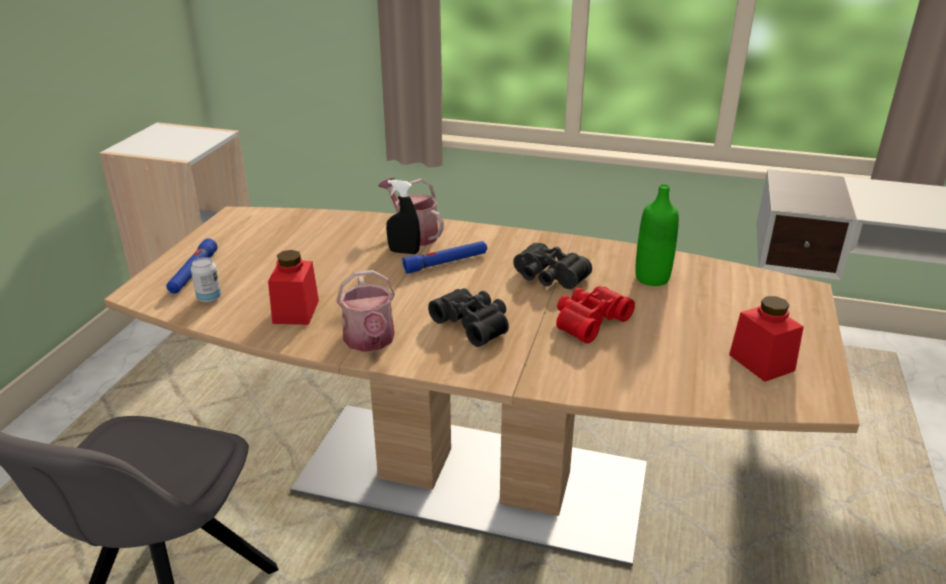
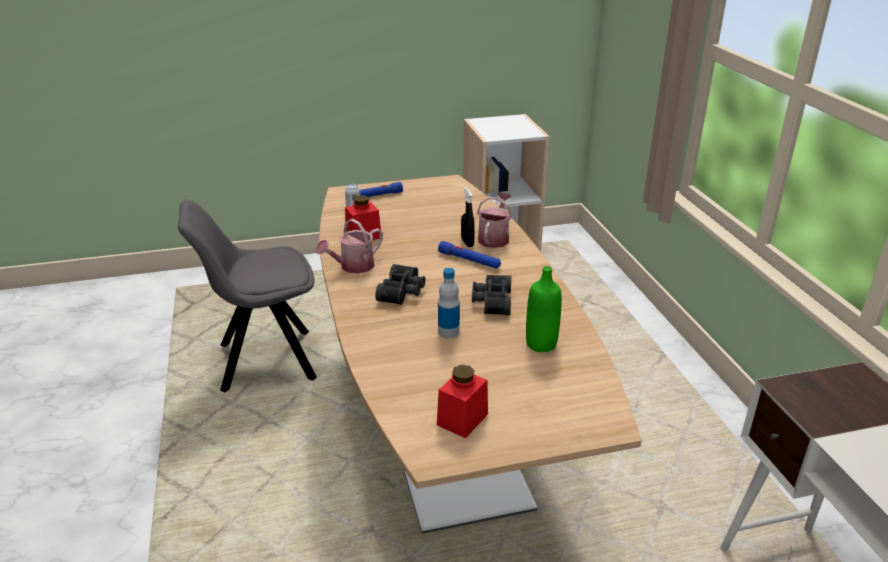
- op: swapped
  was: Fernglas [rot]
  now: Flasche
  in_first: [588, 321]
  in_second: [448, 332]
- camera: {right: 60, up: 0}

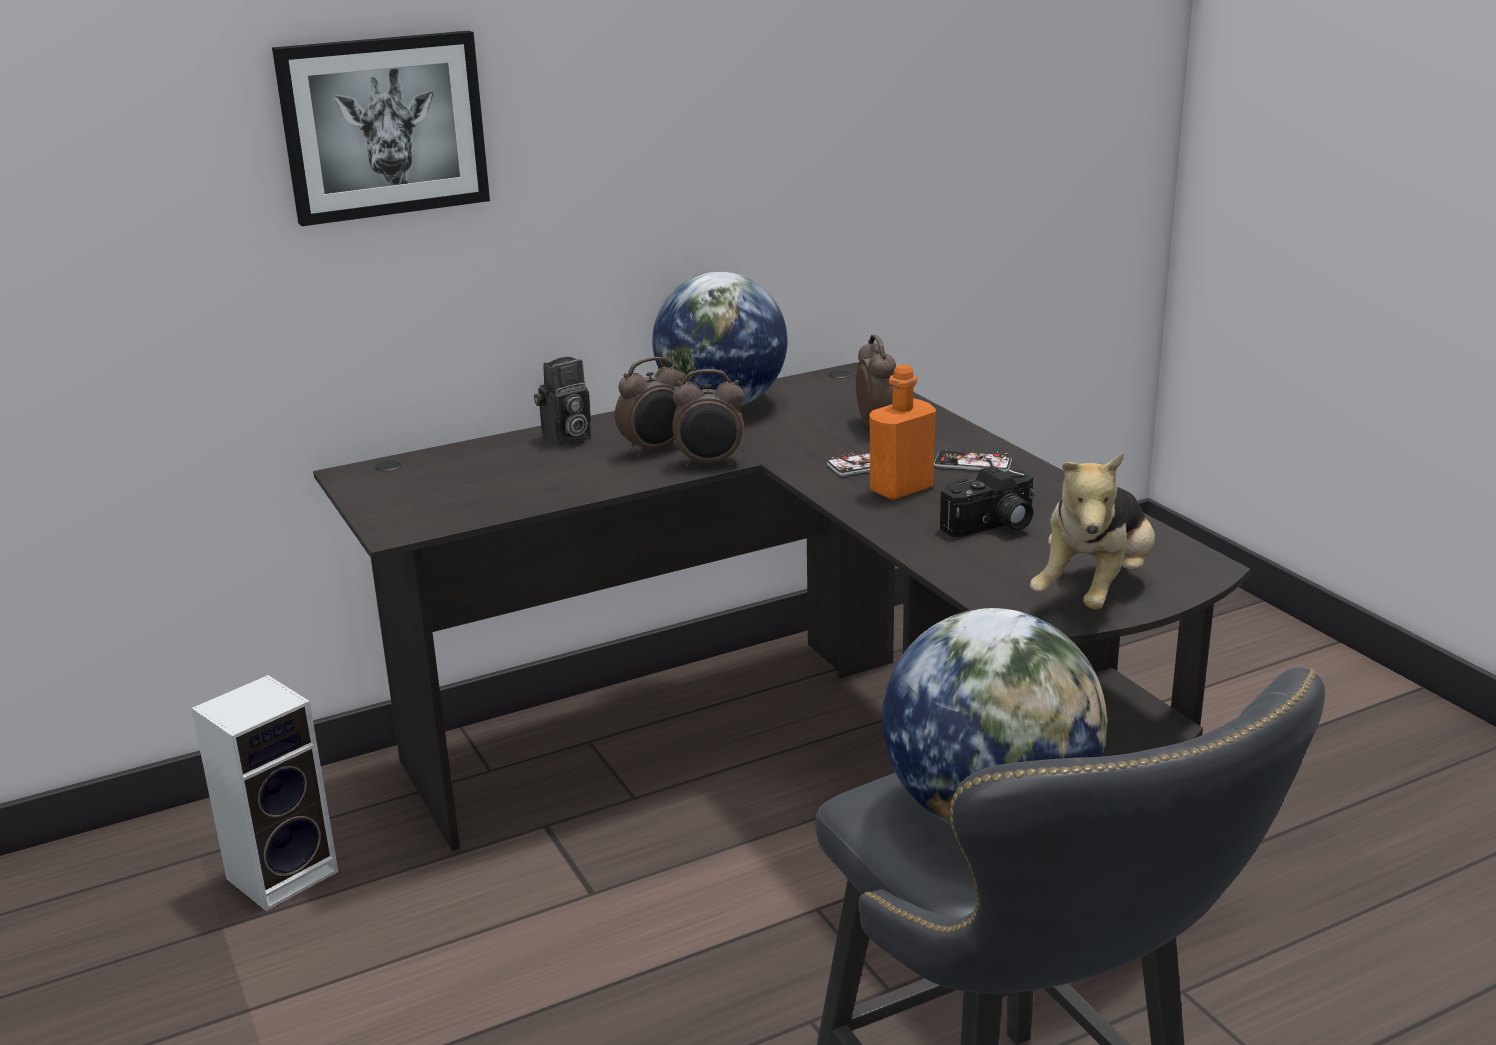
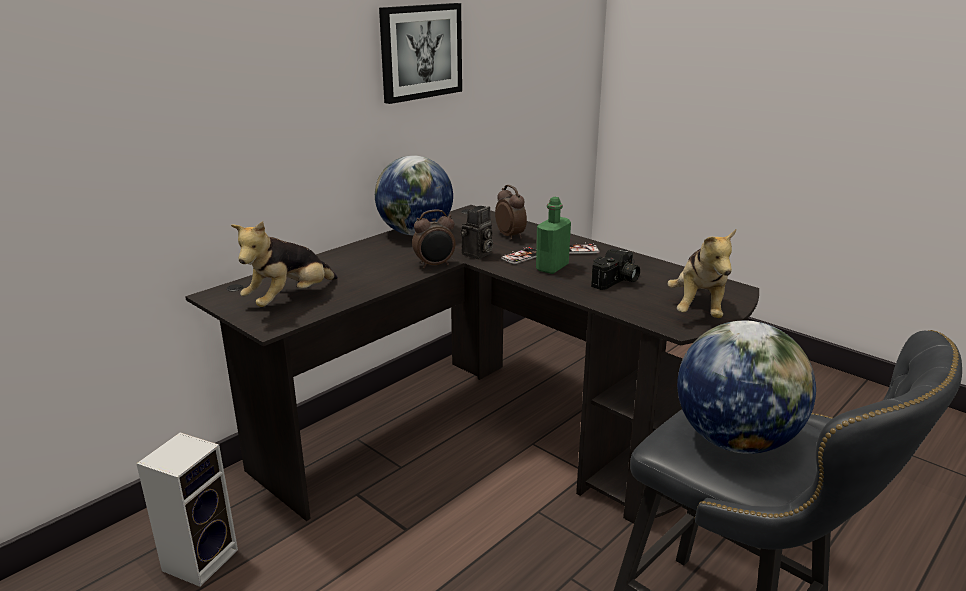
- op: shifted
  was: Bild
  in_first: [383, 126]
  in_second: [420, 51]
- op: shifted
  was: Kamera
  in_first: [566, 438]
  in_second: [477, 254]
- op: gone
  was: Wecker
  in_first: [654, 450]
- op: repainted
  was: Flasche [orange]
  now: Flasche [grün]
  in_first: [901, 489]
  in_second: [552, 267]
- op: new
  now: Plüschtier
  in_second: [289, 300]
- camera: {right: -20, up: 0}

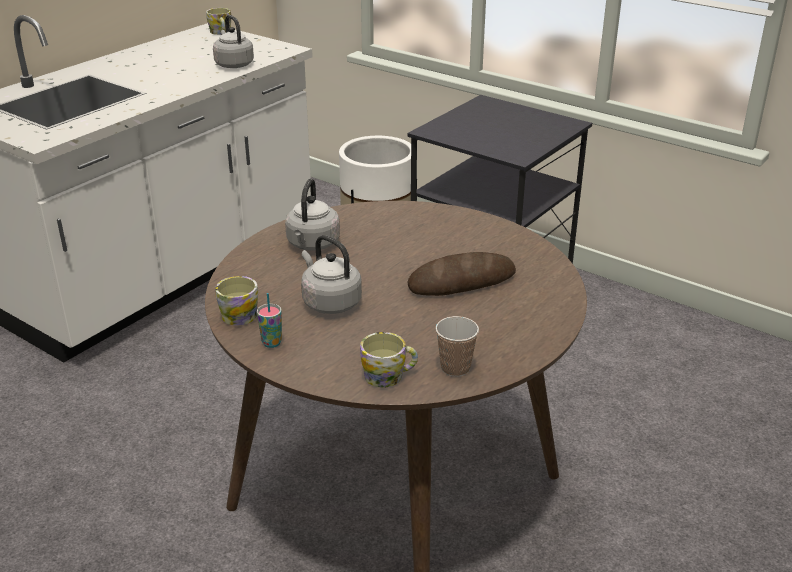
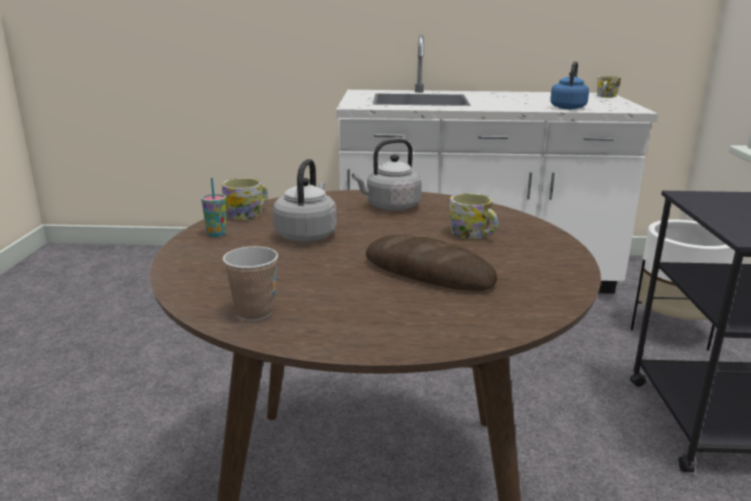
- op: repainted
  was: Wasserkessel [grau]
  now: Wasserkessel [blau]
  in_first: [233, 64]
  in_second: [568, 107]
- op: shifted
  was: Henkelbecher
  in_first: [389, 376]
  in_second: [473, 235]
- camera: {right: 55, up: -10}

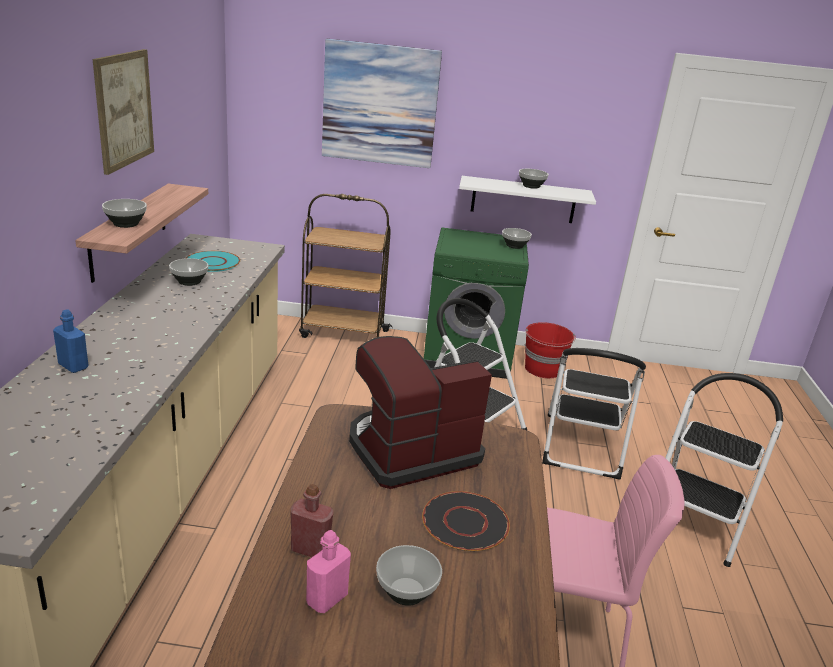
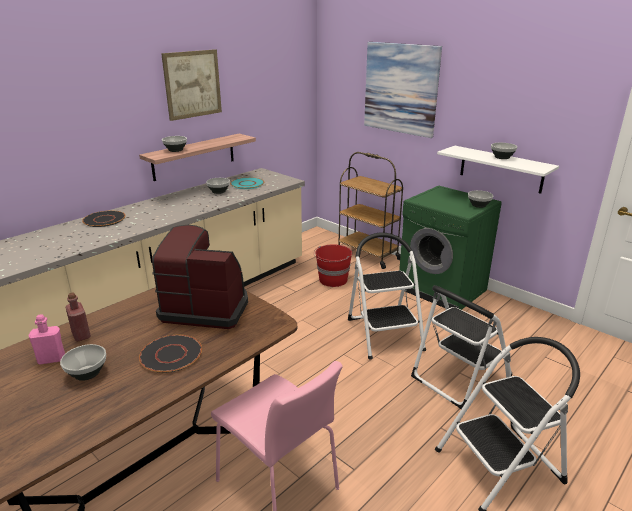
- op: swapped
  was: Flasche [blau]
  now: Teller [schwarz]
  in_first: [73, 366]
  in_second: [104, 219]
- op: shifted
  was: Eimer [rot]
  in_first: [543, 369]
  in_second: [333, 280]
- camera: {right: 40, up: 0}

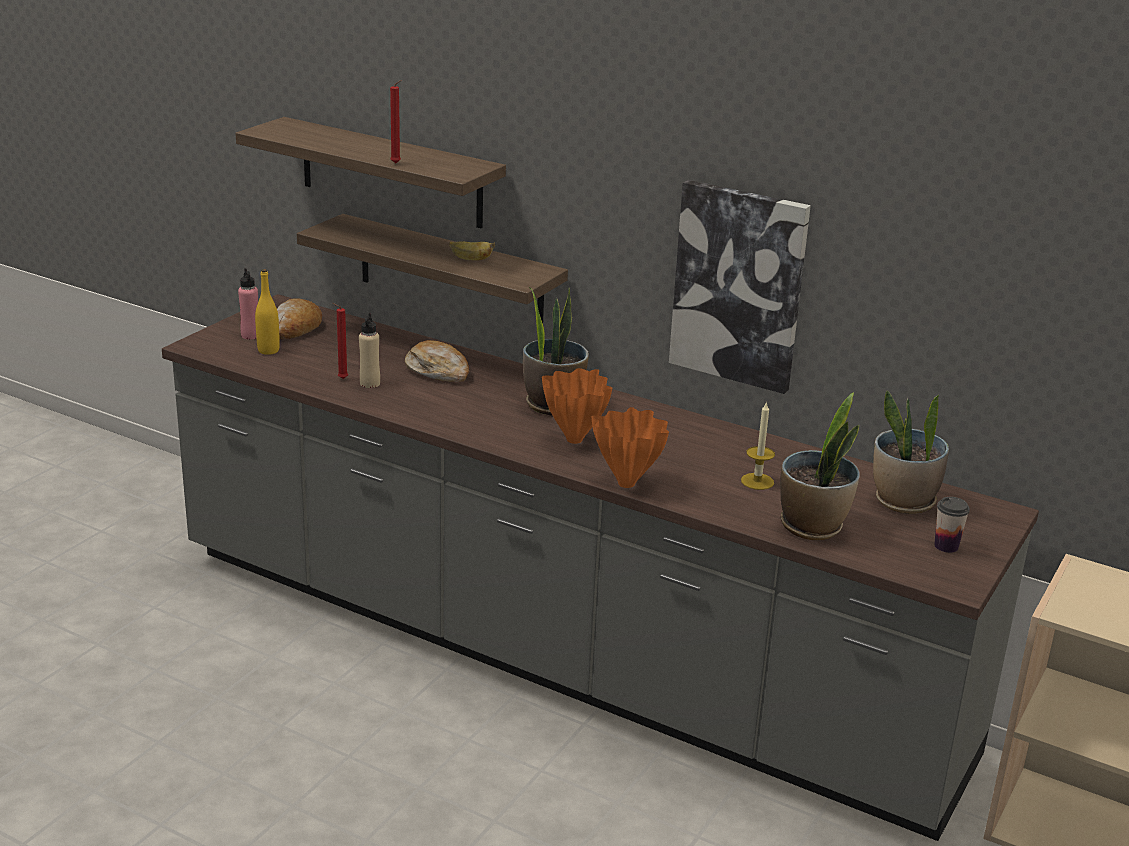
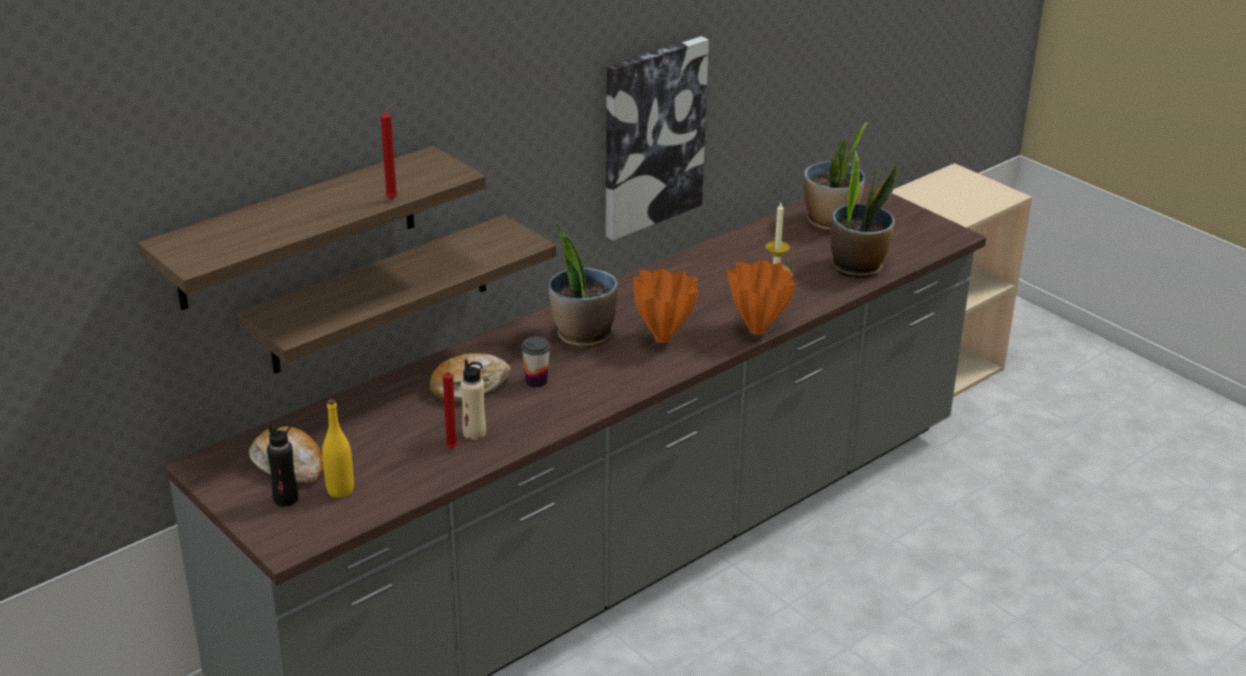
- op: gone
  was: Banane
  in_first: [470, 259]
- op: repainted
  was: Flasche [rosa]
  now: Flasche [schwarz]
  in_first: [250, 335]
  in_second: [286, 499]
- op: shifted
  was: Tasse
  in_first: [946, 546]
  in_second: [536, 381]
- camera: {right: -70, up: 5}

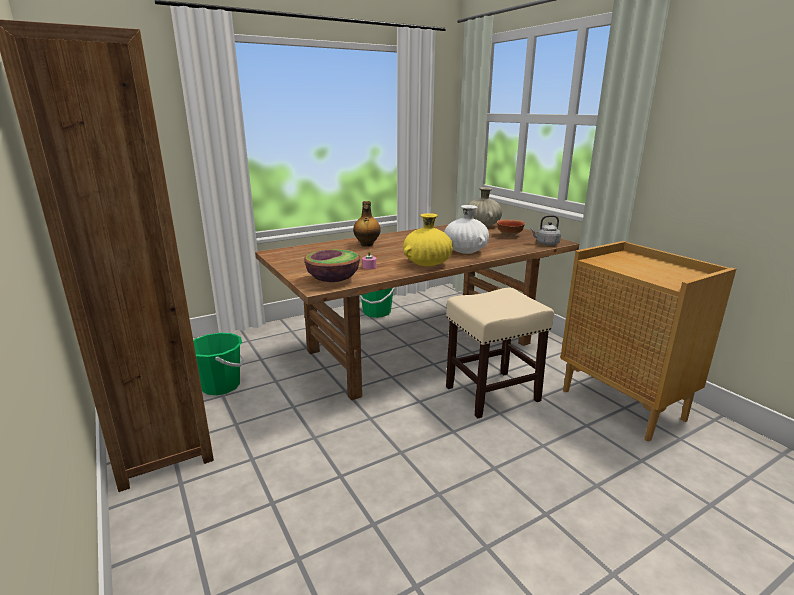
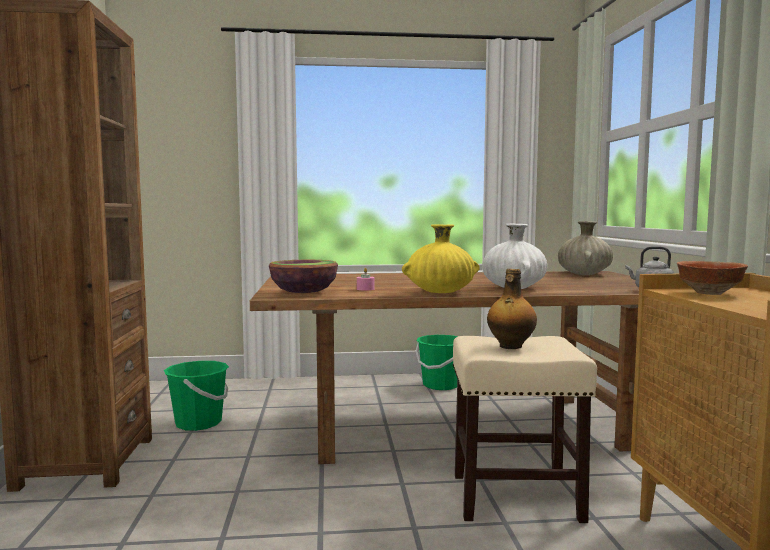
- op: shifted
  was: Flasche
  in_first: [366, 245]
  in_second: [510, 346]
- op: shifted
  was: Schüssel
  in_first: [510, 235]
  in_second: [710, 293]
- camera: {right: 25, up: -15}

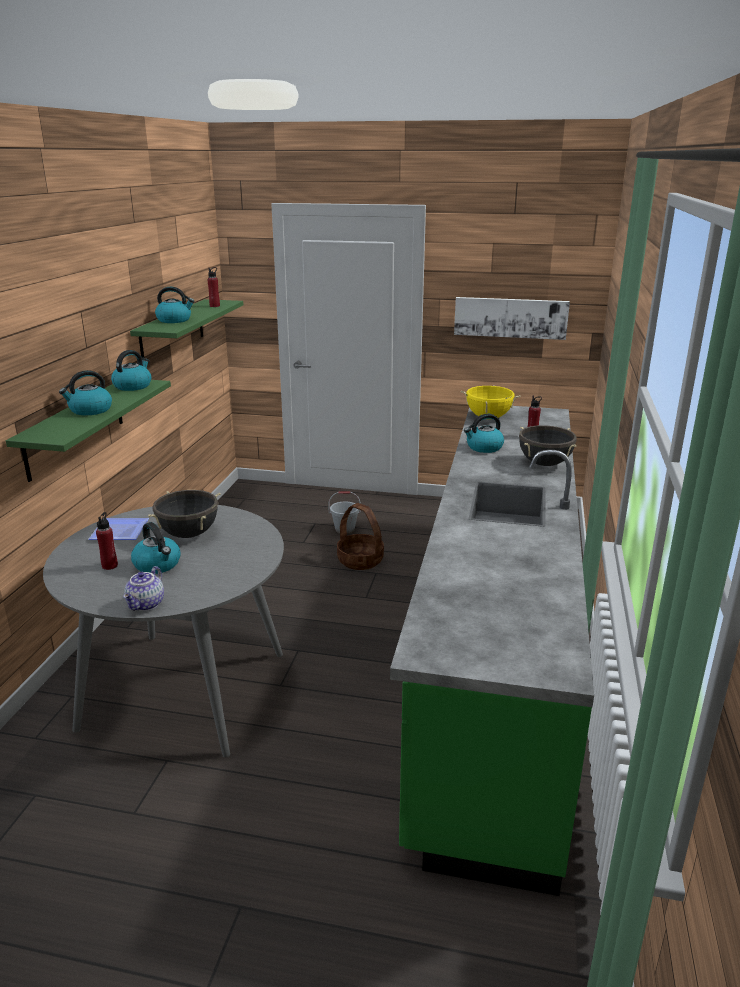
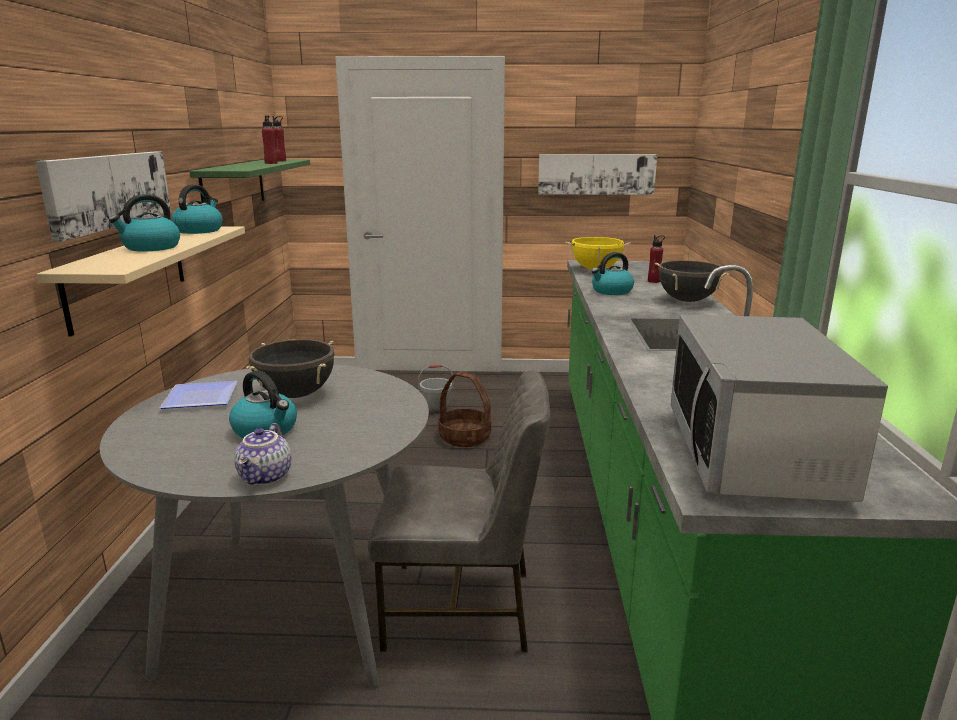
- op: gone
  was: Wasserkessel
  in_first: [174, 320]
- op: repainted
  was: Wandregal [grün]
  now: Wandregal [beige]
  in_first: [75, 427]
  in_second: [128, 275]
- op: shifted
  was: Flasche [rot]
  in_first: [110, 566]
  in_second: [271, 163]
- op: new
  now: Bild
  in_second: [109, 190]
- op: new
  now: Mikrowelle
  in_second: [753, 454]
- op: new
  now: Stuhl [grau]
  in_second: [462, 608]
- camera: {right: -10, up: -5}

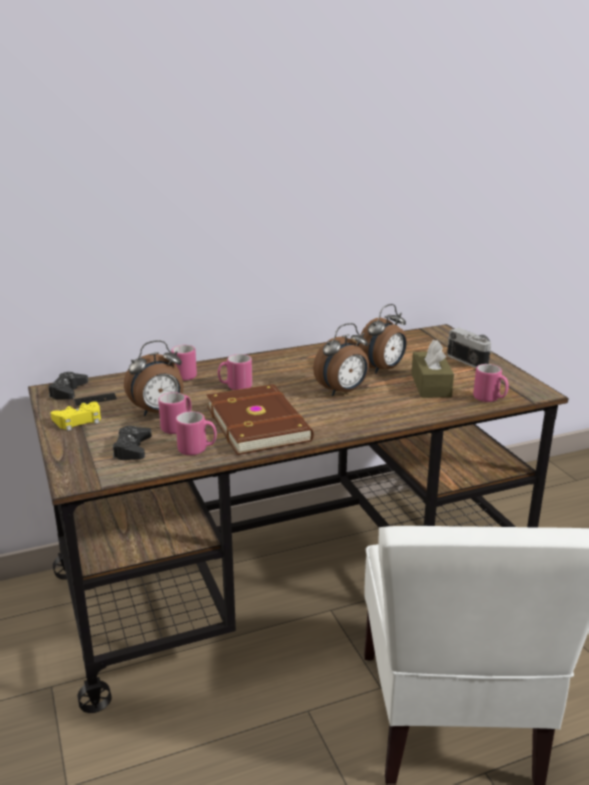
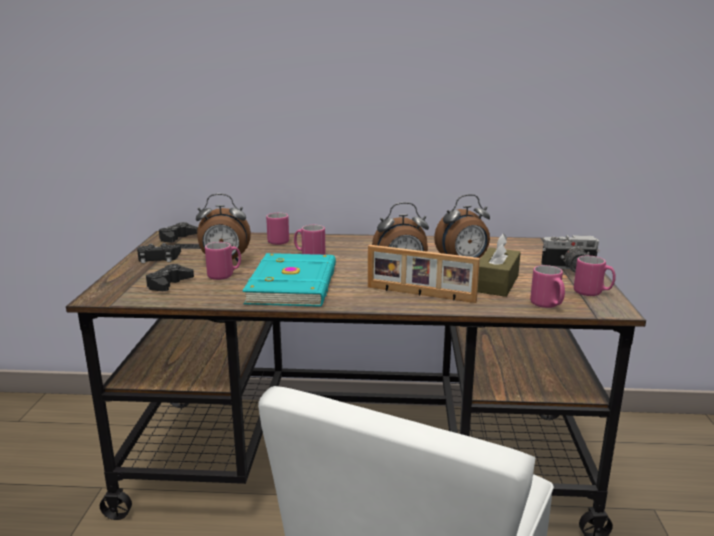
- op: rotated
  was: Kamera
  in_first: [473, 359]
  in_second: [570, 269]
  clockwise: 105
- op: repainted
  was: Buch [braun]
  now: Buch [türkis]
  in_first: [259, 423]
  in_second: [295, 284]
- op: repainted
  was: Gamepad [gelb]
  now: Gamepad [schwarz]
  in_first: [78, 421]
  in_second: [158, 258]
- op: shifted
  was: Henkelbecher [rosa]
  in_first: [197, 450]
  in_second: [592, 293]
- op: new
  now: Bilderrahmen
  in_second: [420, 294]
- camera: {right: 25, up: -5}

